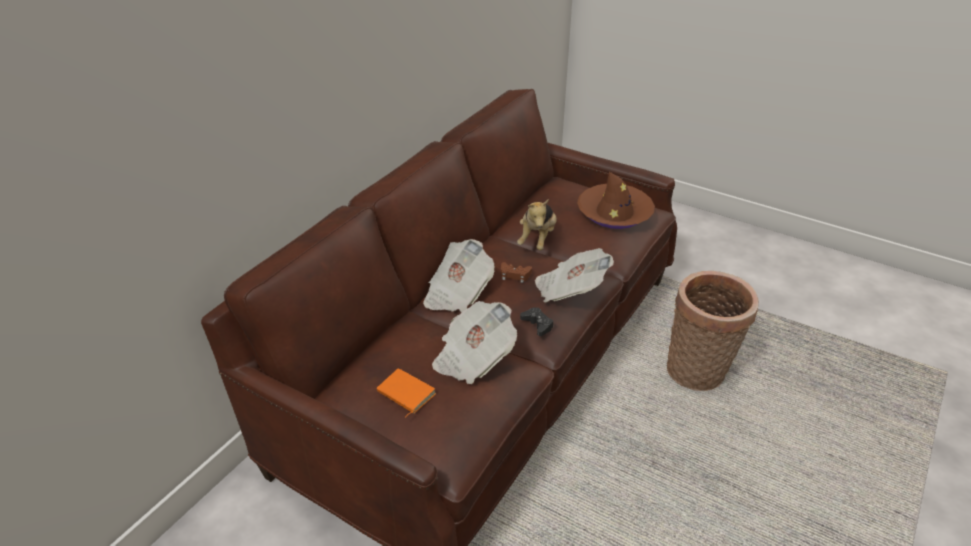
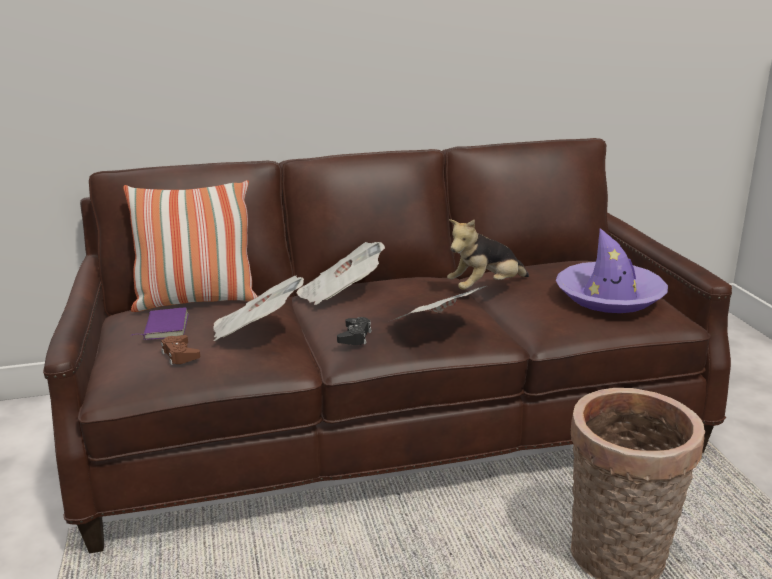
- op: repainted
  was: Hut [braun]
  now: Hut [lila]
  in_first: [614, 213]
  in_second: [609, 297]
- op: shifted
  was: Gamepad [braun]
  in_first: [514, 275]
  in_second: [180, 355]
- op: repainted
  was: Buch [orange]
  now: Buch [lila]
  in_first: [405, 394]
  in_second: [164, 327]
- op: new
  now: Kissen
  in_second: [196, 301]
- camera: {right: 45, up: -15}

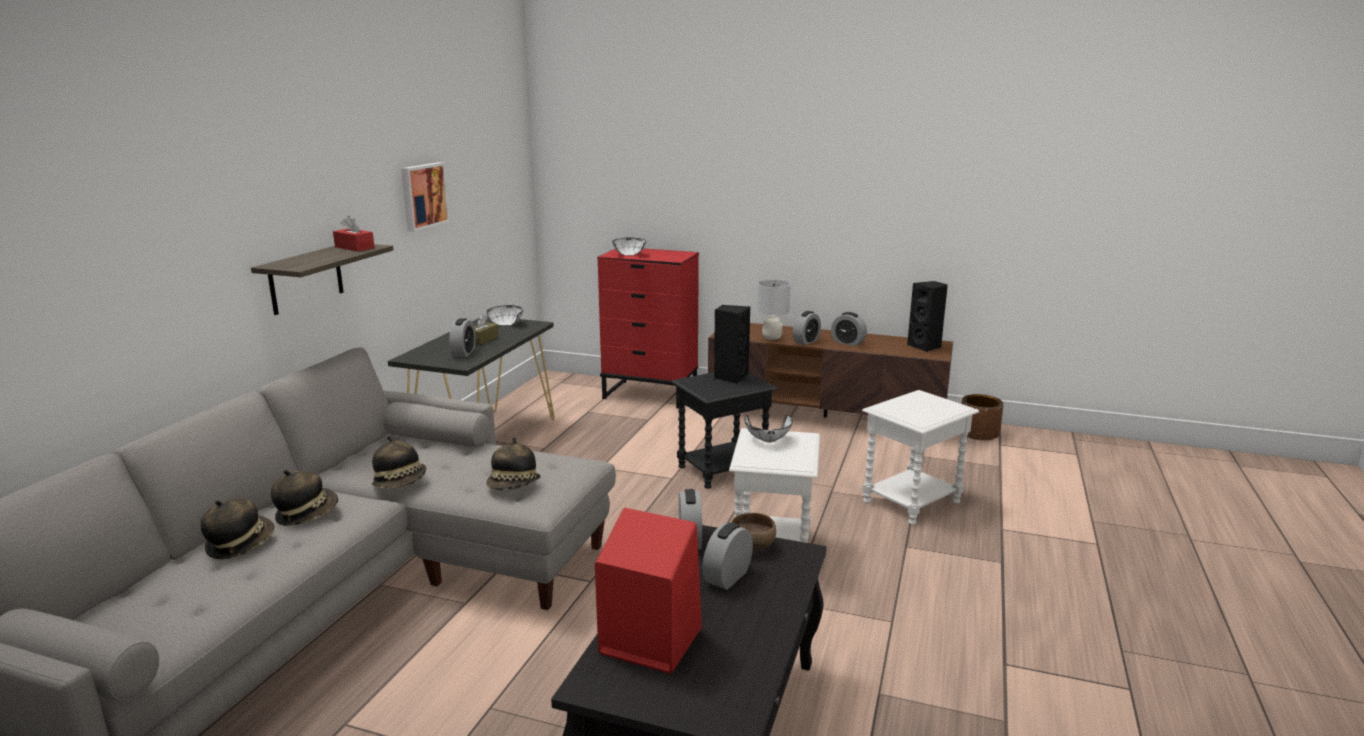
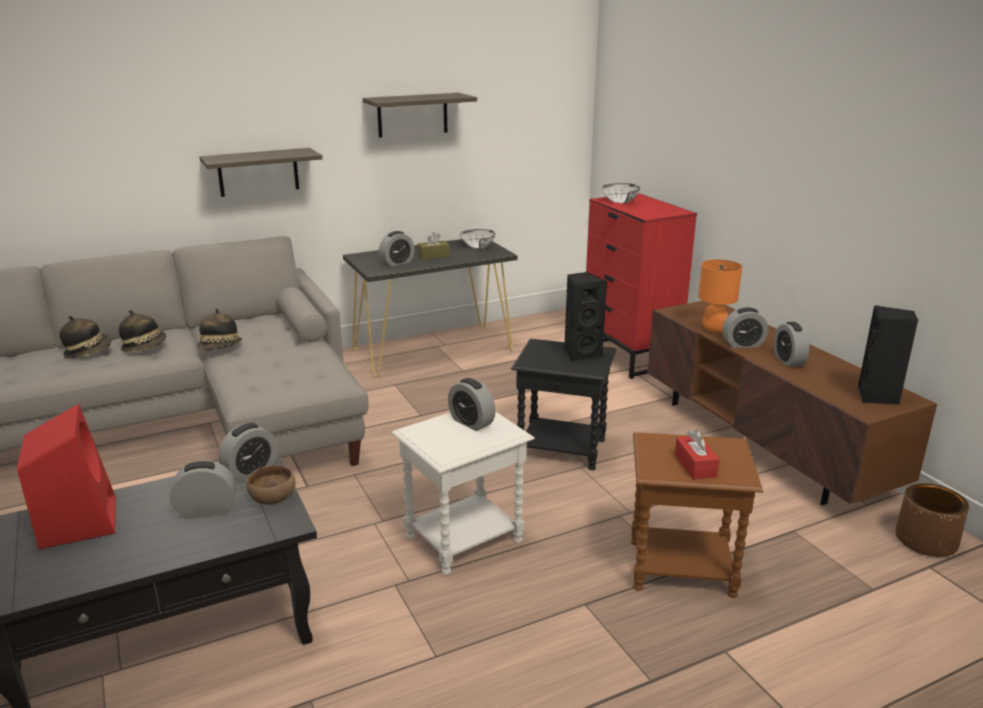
- op: swapped
  was: Bild
  now: Wandregal
  in_first: [423, 196]
  in_second: [412, 115]
- op: shifted
  was: Taschentuchbox [rot]
  in_first: [354, 247]
  in_second: [695, 466]
- op: repainted
  was: Tischlampe [grau]
  now: Tischlampe [orange]
  in_first: [771, 338]
  in_second: [714, 329]
- op: repainted
  was: Beistelltisch [weiß]
  now: Beistelltisch [braun]
  in_first: [913, 501]
  in_second: [681, 568]
- op: swapped
  was: Schüssel [weiß]
  now: Wecker
  in_first: [768, 441]
  in_second: [471, 422]
- op: gone
  was: Hut
  in_first: [514, 486]
- camera: {right: 45, up: 5}

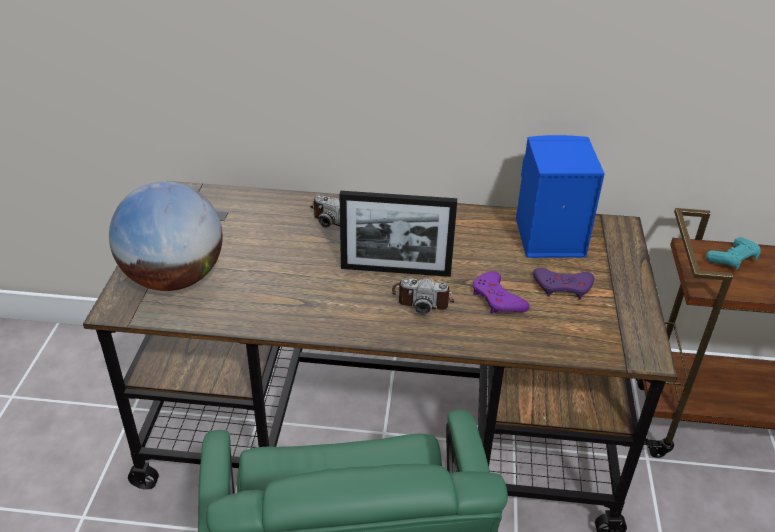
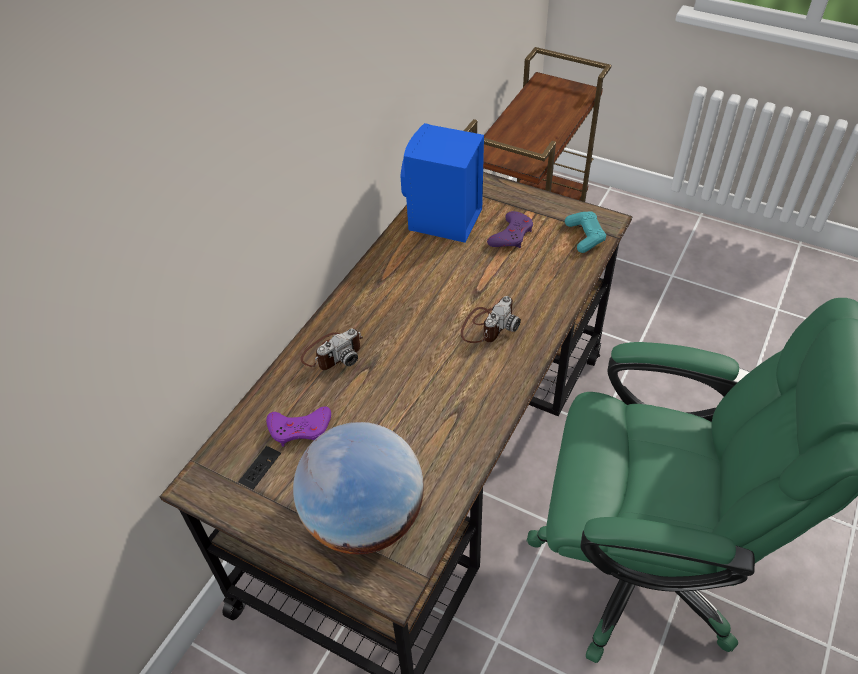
- op: gone
  was: Bilderrahmen
  in_first: [395, 270]
- op: shifted
  was: Gamepad [türkis]
  in_first: [732, 259]
  in_second: [585, 236]
- op: shifted
  was: Gamepad [lila]
  in_first: [497, 299]
  in_second: [300, 429]
- camera: {right: -65, up: 10}

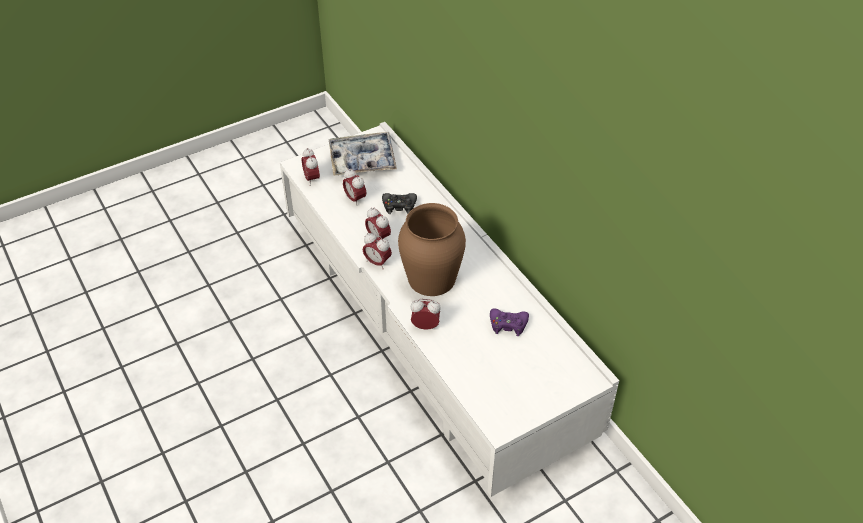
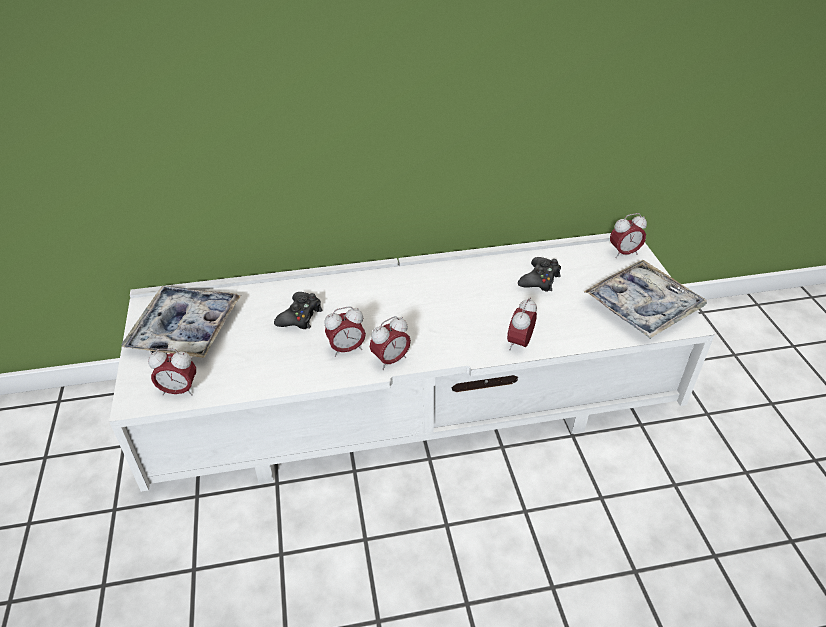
- op: shifted
  was: Wecker
  in_first: [355, 199]
  in_second: [623, 253]
- op: gone
  was: Vase [braun]
  in_first: [431, 278]
- op: repainted
  was: Gamepad [lila]
  now: Gamepad [schwarz]
  in_first: [508, 325]
  in_second: [540, 280]
- op: new
  now: Tablett
  in_second: [642, 306]
- camera: {right: -70, up: -5}

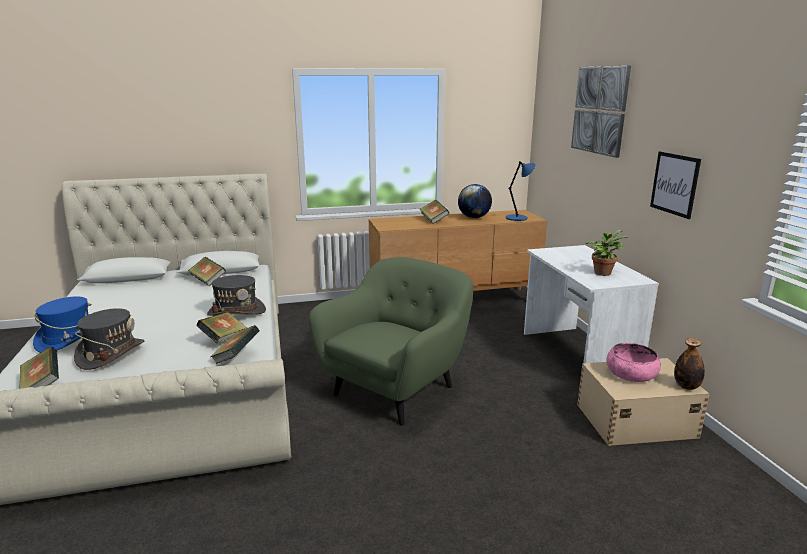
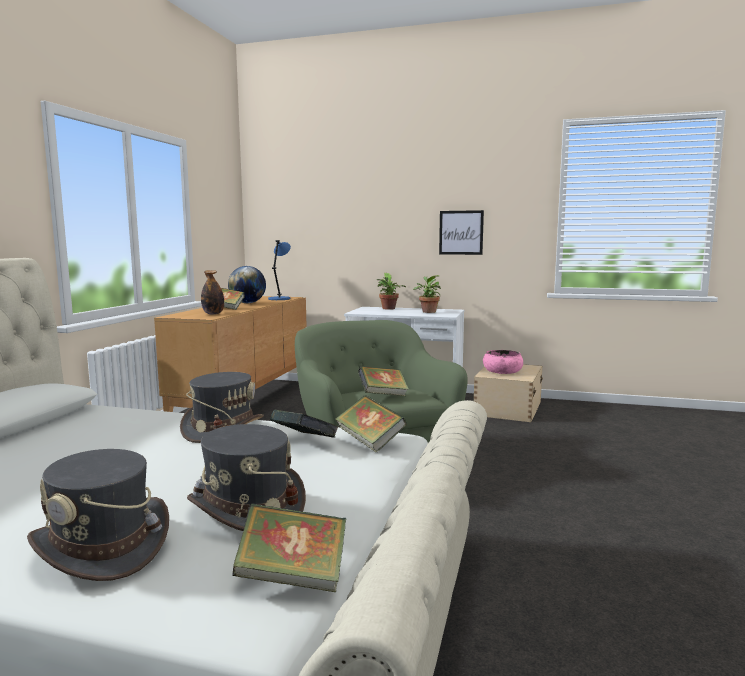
- op: gone
  was: Bild
  in_first: [600, 110]
- op: shifted
  was: Buch
  in_first: [208, 281]
  in_second: [383, 395]
- op: repainted
  was: Hut [blau]
  now: Hut [grau]
  in_first: [69, 339]
  in_second: [103, 546]
- op: shifted
  was: Flasche
  in_first: [686, 386]
  in_second: [213, 314]
- op: new
  now: Topfpflanze
  in_second: [389, 309]
- camera: {right: -60, up: -10}

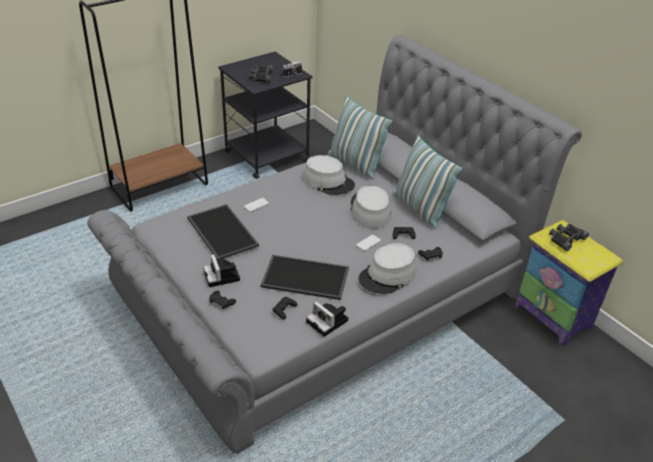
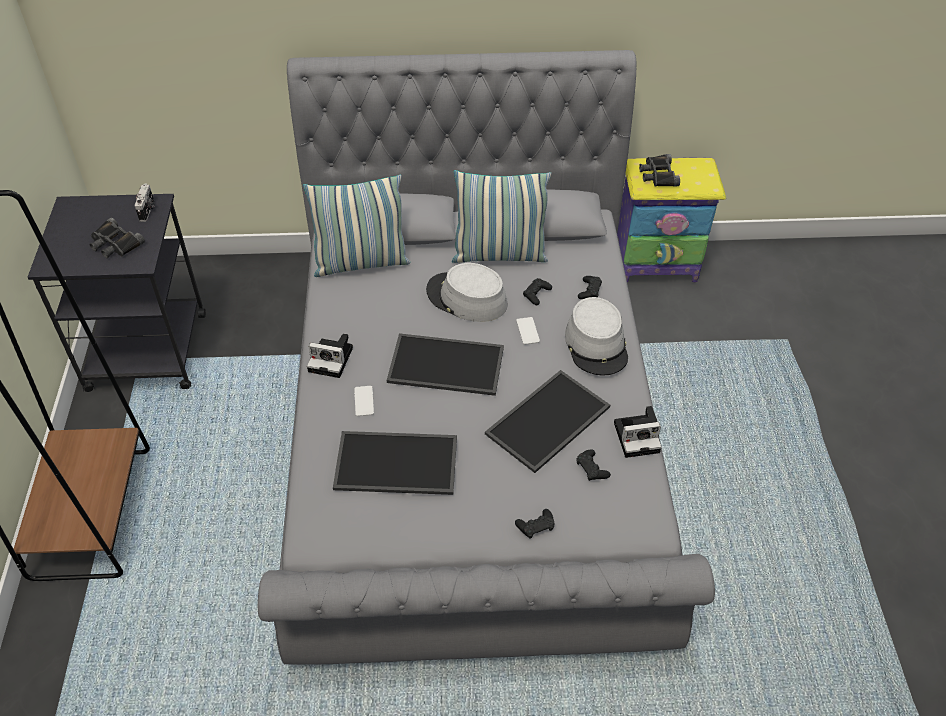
- op: gone
  was: Hut [grau]
  in_first: [328, 181]
- op: shifted
  was: Kamera
  in_first: [222, 277]
  in_second: [332, 359]
- op: new
  now: Tablett
  in_second: [444, 366]
- camera: {right: -55, up: 10}

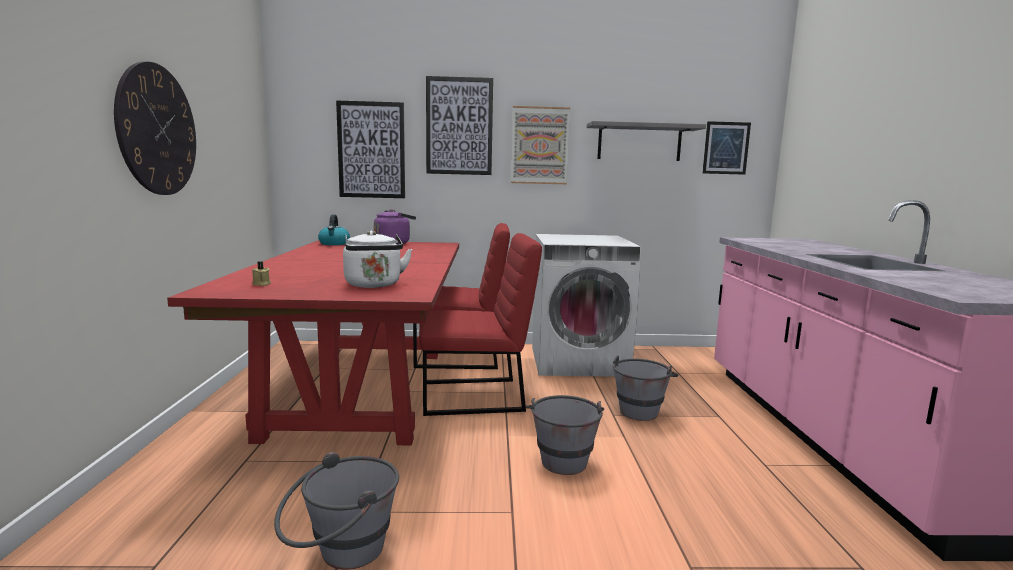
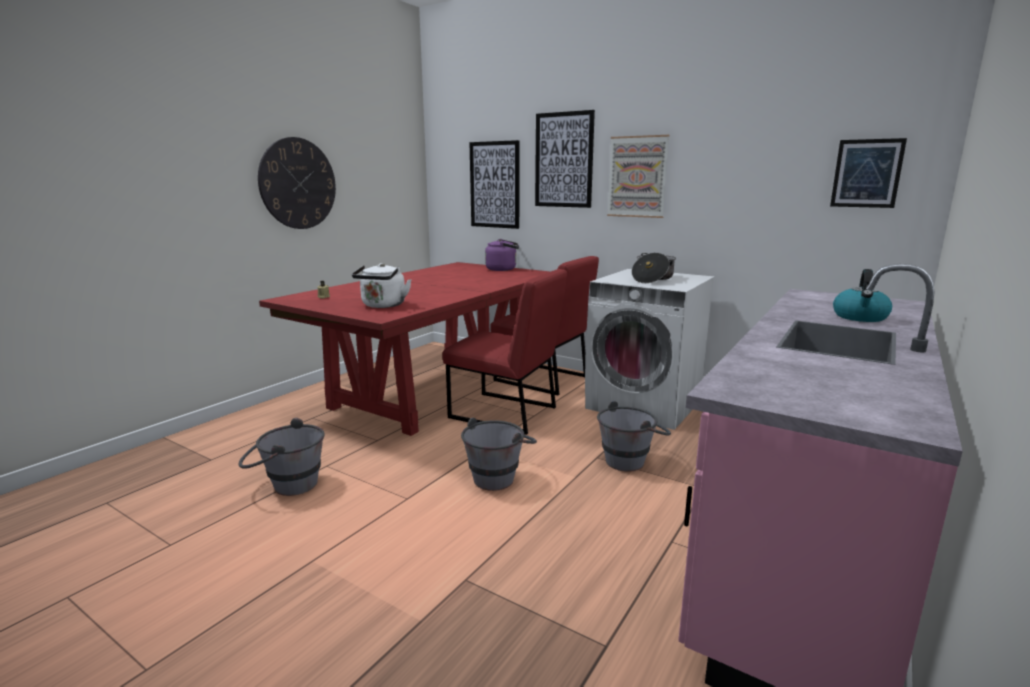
- op: gone
  was: Wandregal [grau]
  in_first: [639, 142]
- op: shifted
  was: Wasserkessel
  in_first: [334, 243]
  in_second: [860, 317]
- op: new
  now: Kochtopf
  in_second: [652, 278]
- camera: {right: 35, up: 5}

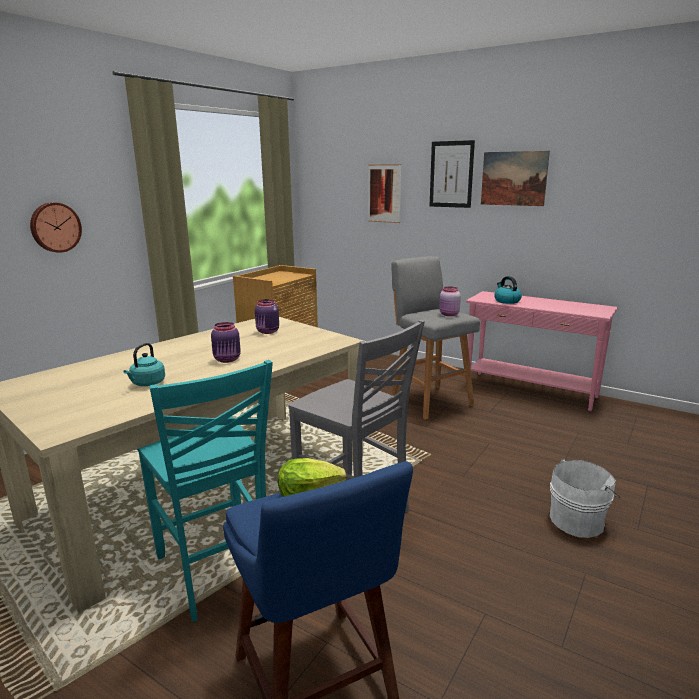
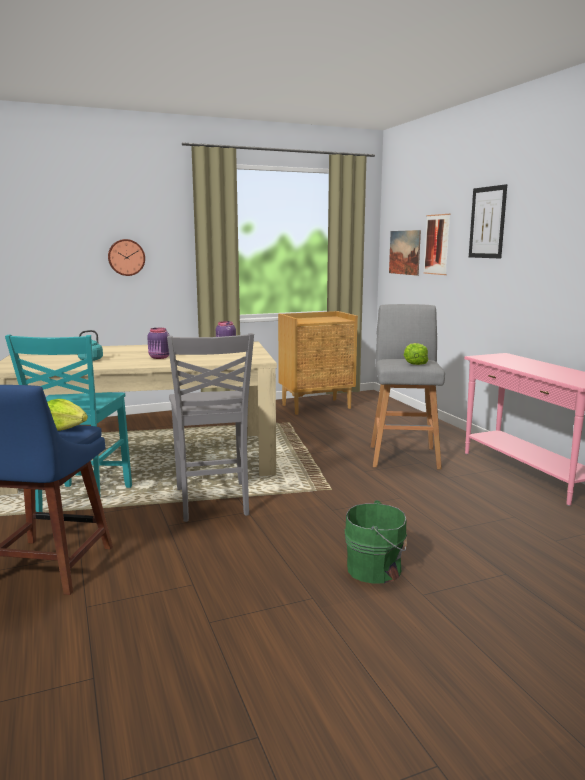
- op: shifted
  was: Bild
  in_first: [513, 178]
  in_second: [404, 252]
- op: gone
  was: Wasserkessel
  in_first: [506, 301]
- op: swapped
  was: Vorratsglas [rosa]
  now: Salatkopf
  in_first: [449, 314]
  in_second: [415, 363]
- op: repainted
  was: Eimer [weiß]
  now: Eimer [grün]
  in_first: [579, 520]
  in_second: [376, 569]
- camera: {right: 35, up: -5}

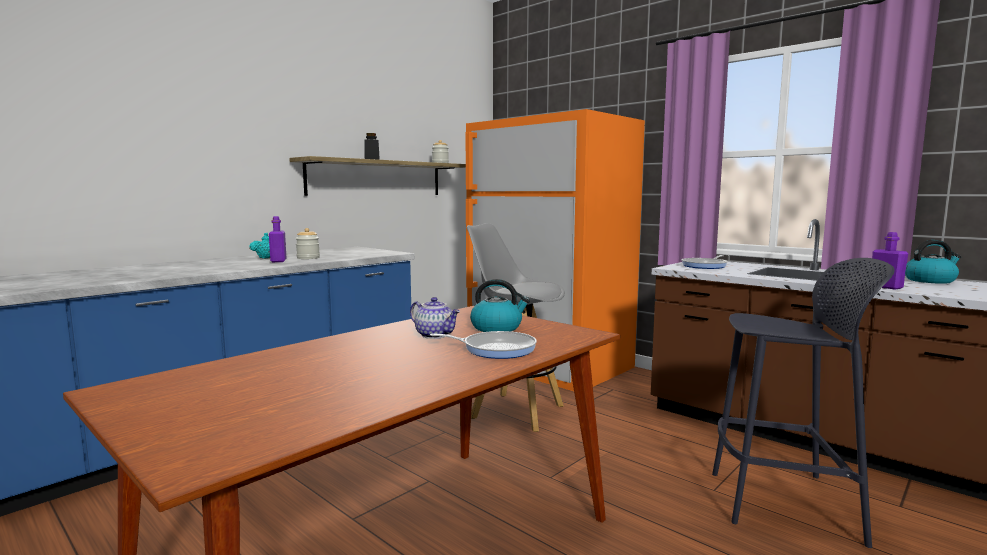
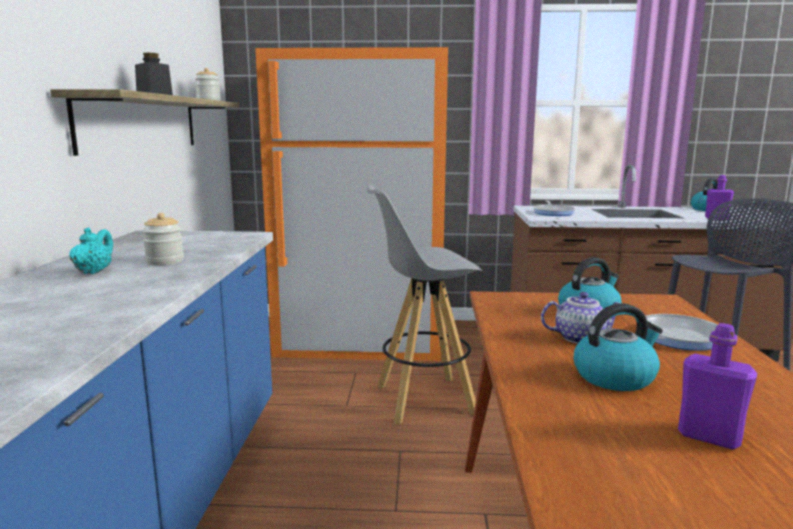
- op: shifted
  was: Flasche [lila]
  in_first: [278, 261]
  in_second: [709, 436]
- op: new
  now: Wasserkessel
  in_second: [615, 376]
- camera: {right: -40, up: 5}

